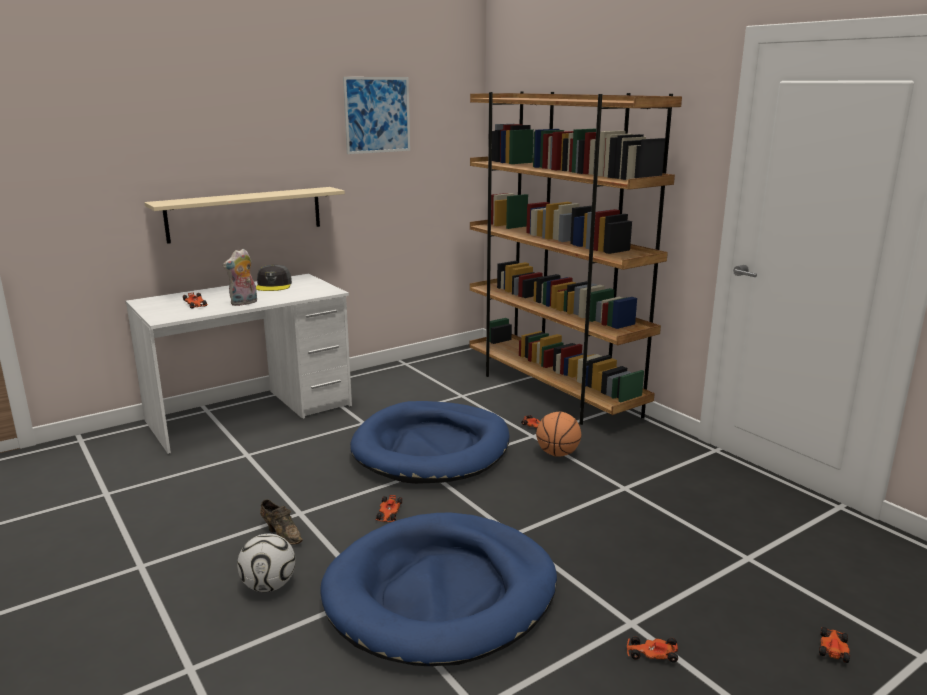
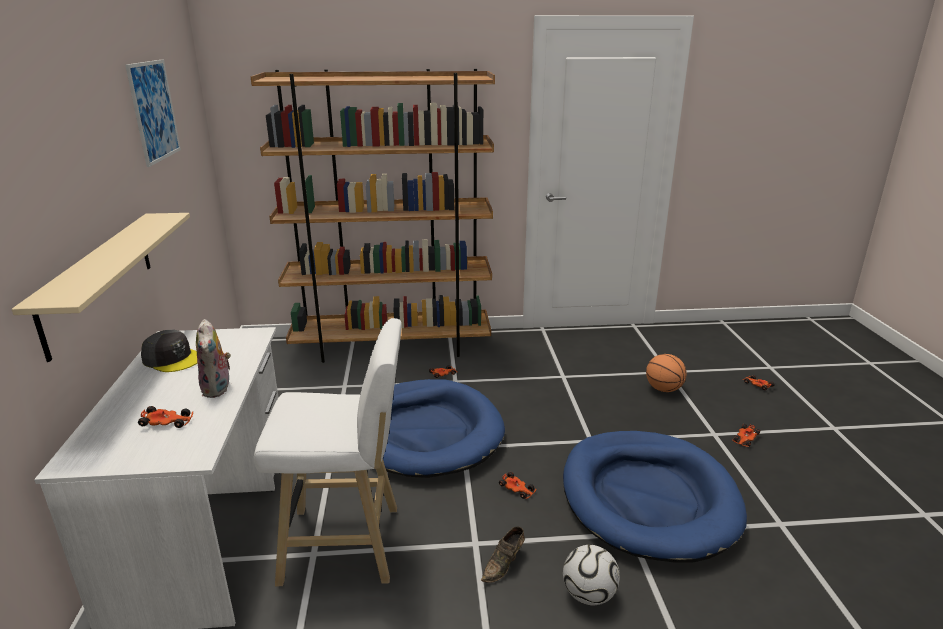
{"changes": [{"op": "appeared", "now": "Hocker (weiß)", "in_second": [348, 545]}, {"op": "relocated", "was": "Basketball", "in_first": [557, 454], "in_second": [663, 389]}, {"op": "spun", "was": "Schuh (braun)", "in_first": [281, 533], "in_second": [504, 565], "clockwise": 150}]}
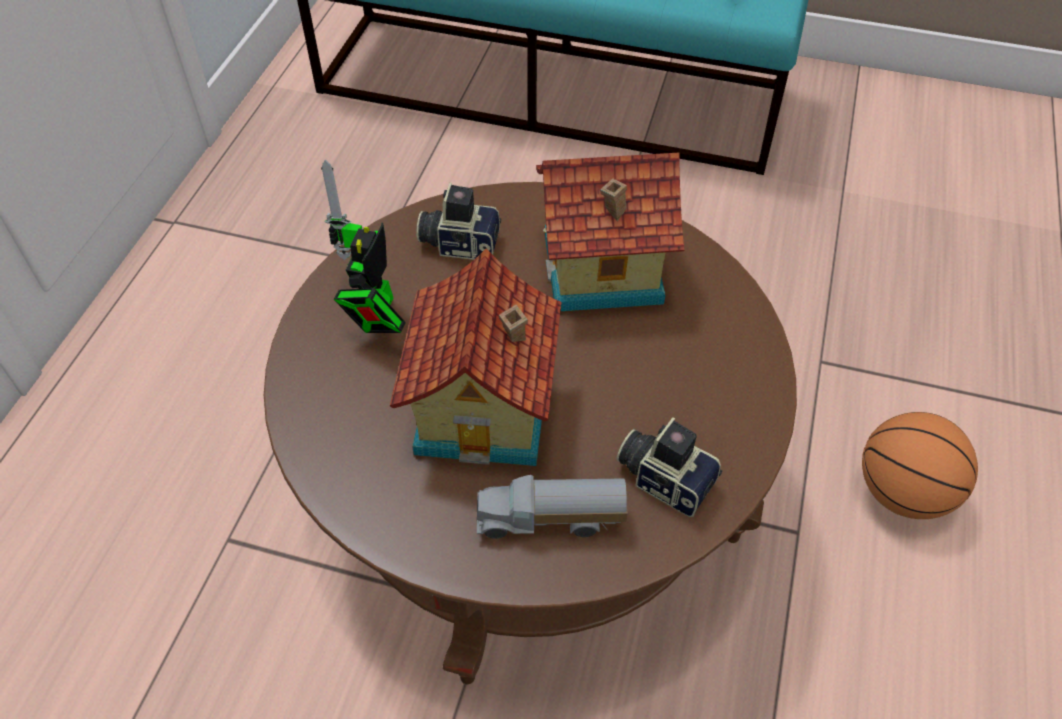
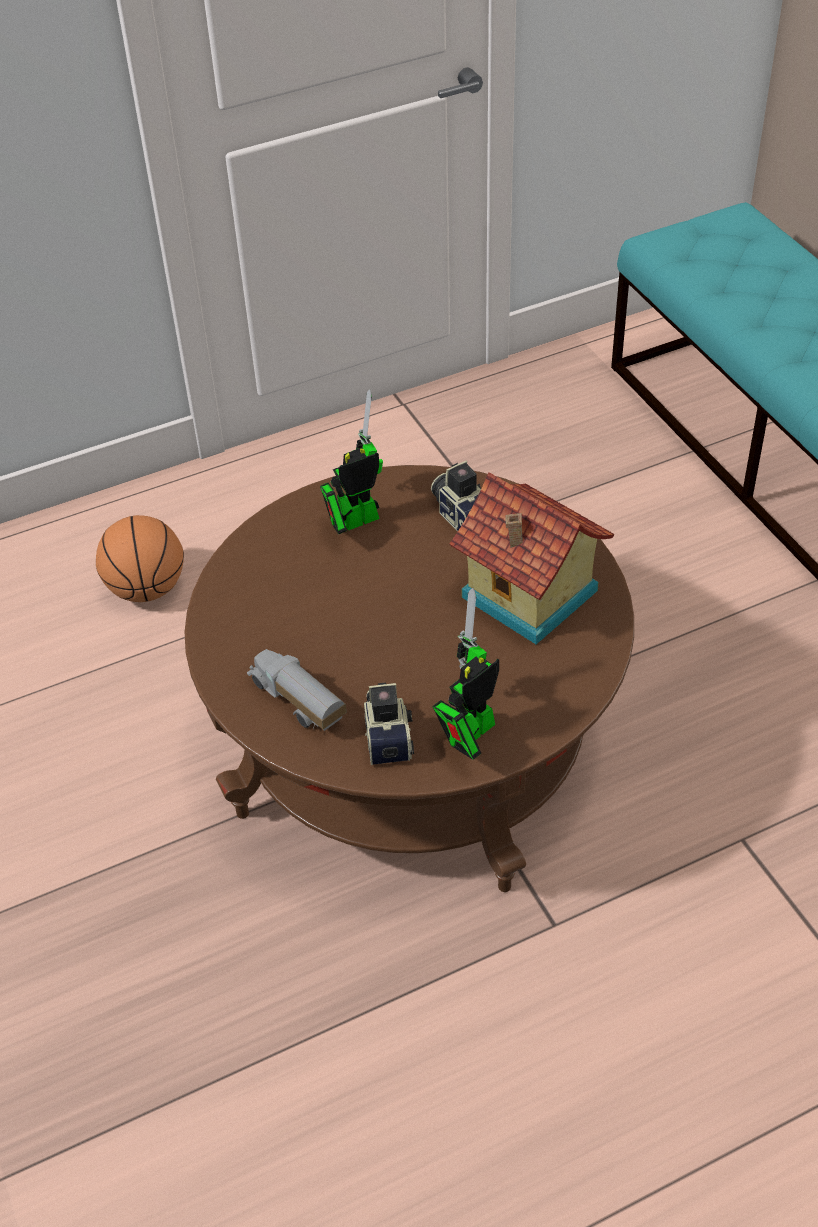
{"changes": [{"op": "missing", "was": "Spielzeughaus", "in_first": [487, 409]}, {"op": "appeared", "now": "Spielzeugroboter", "in_second": [469, 734]}, {"op": "relocated", "was": "Basketball", "in_first": [902, 492], "in_second": [146, 589]}]}
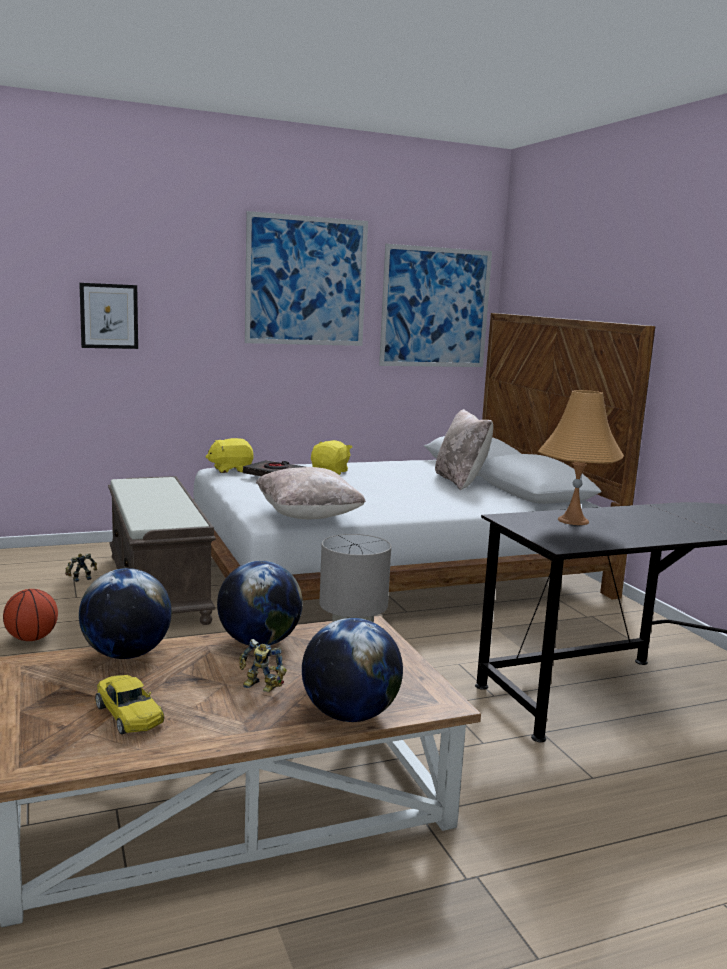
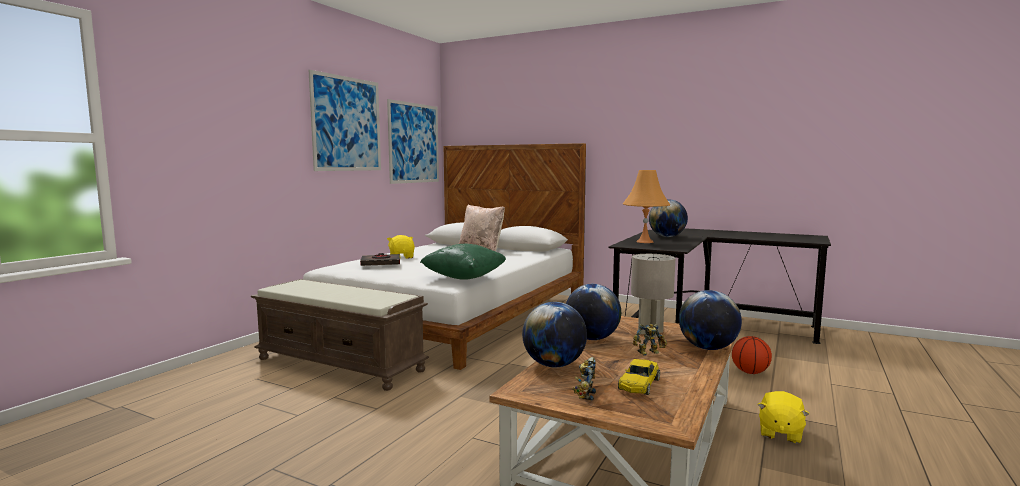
{"changes": [{"op": "missing", "was": "Bild", "in_first": [109, 316]}, {"op": "appeared", "now": "Globus", "in_second": [667, 237]}, {"op": "relocated", "was": "Basketball", "in_first": [31, 639], "in_second": [750, 372]}, {"op": "relocated", "was": "Spielzeugroboter", "in_first": [81, 578], "in_second": [585, 395]}, {"op": "relocated", "was": "Plüschtier (gelb)", "in_first": [230, 470], "in_second": [780, 433]}, {"op": "colour", "was": "Kissen (beige)", "now": "Kissen (grün)", "in_first": [308, 516], "in_second": [464, 277]}, {"op": "spun", "was": "Spielzeugauto (gelb)", "in_first": [129, 714], "in_second": [639, 384], "clockwise": 105}]}
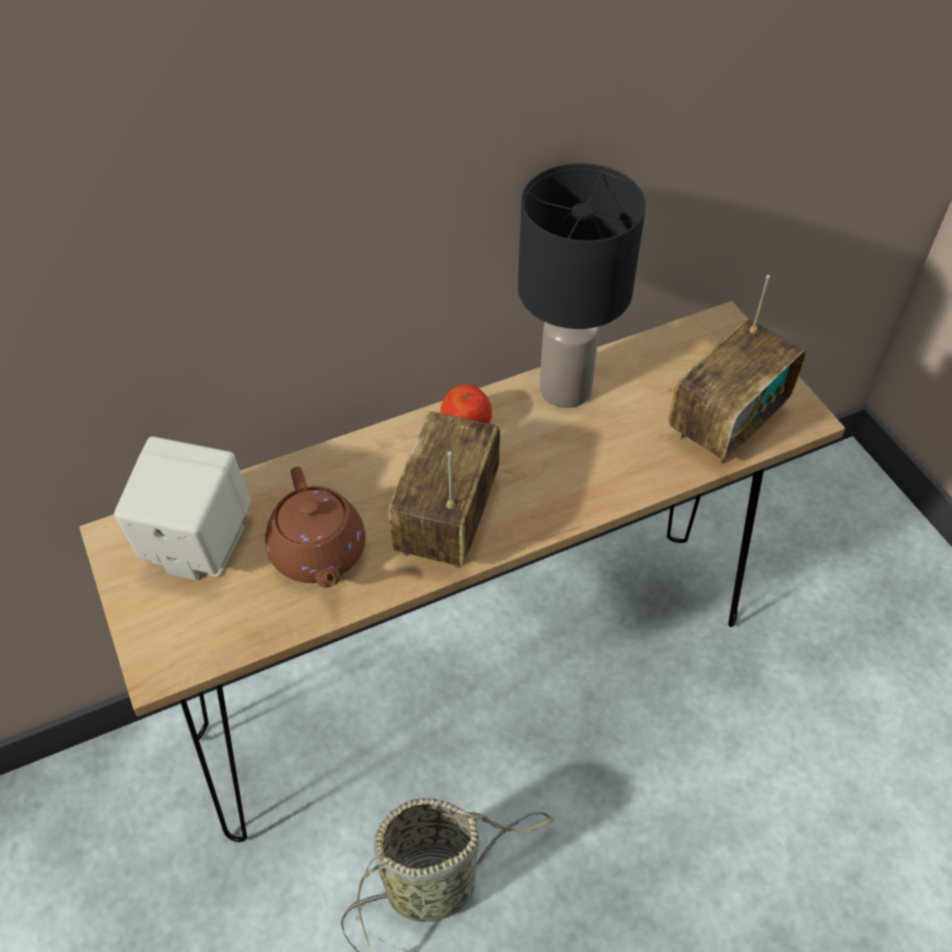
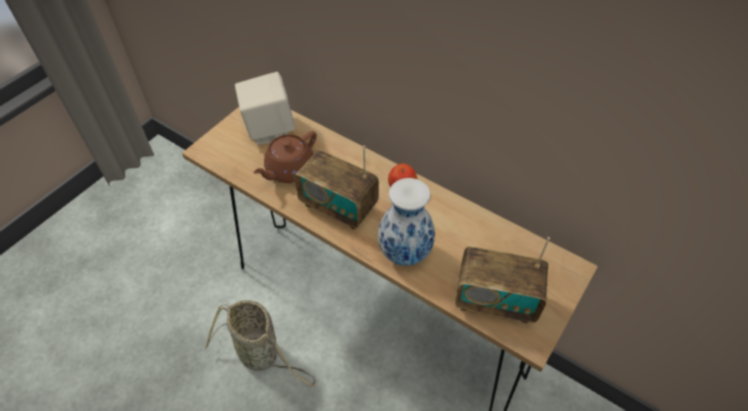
{"changes": [{"op": "missing", "was": "Tischlampe (schwarz)", "in_first": [567, 388]}, {"op": "appeared", "now": "Vase", "in_second": [404, 254]}, {"op": "spun", "was": "Radio", "in_first": [447, 520], "in_second": [338, 206], "clockwise": -135}]}
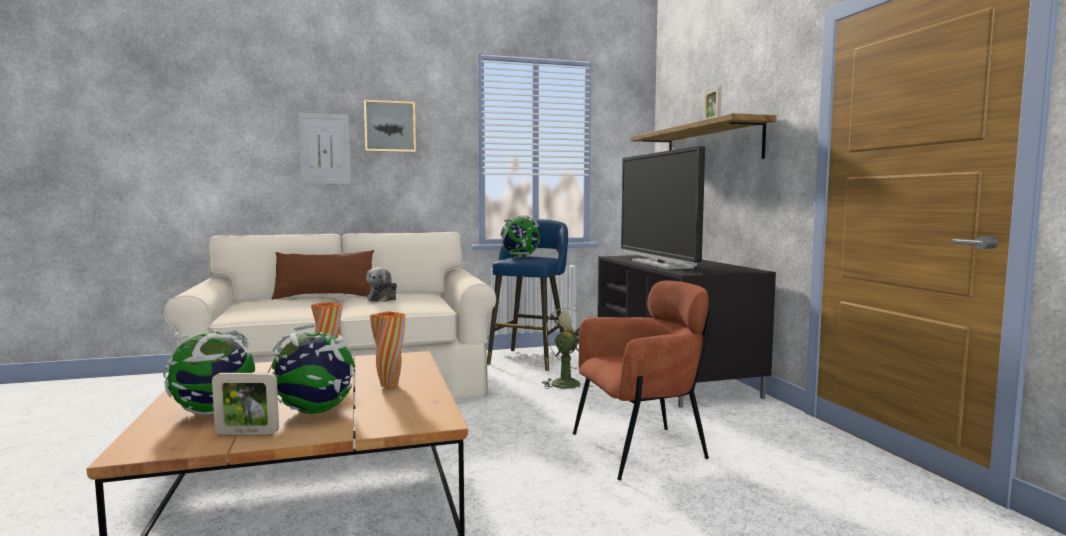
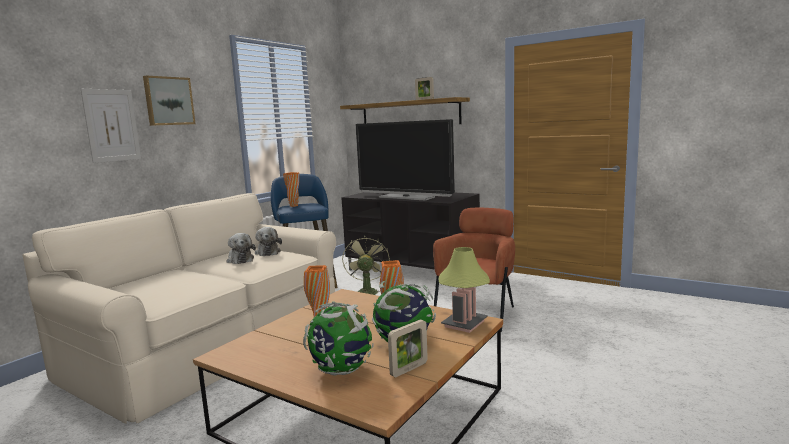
{"changes": [{"op": "missing", "was": "Kissen (braun)", "in_first": [325, 297]}, {"op": "appeared", "now": "Plüschtier", "in_second": [268, 252]}, {"op": "appeared", "now": "Tischlampe", "in_second": [464, 324]}, {"op": "exchanged", "was": "Globus", "now": "Vase (orange)", "in_first": [519, 257], "in_second": [294, 206]}]}
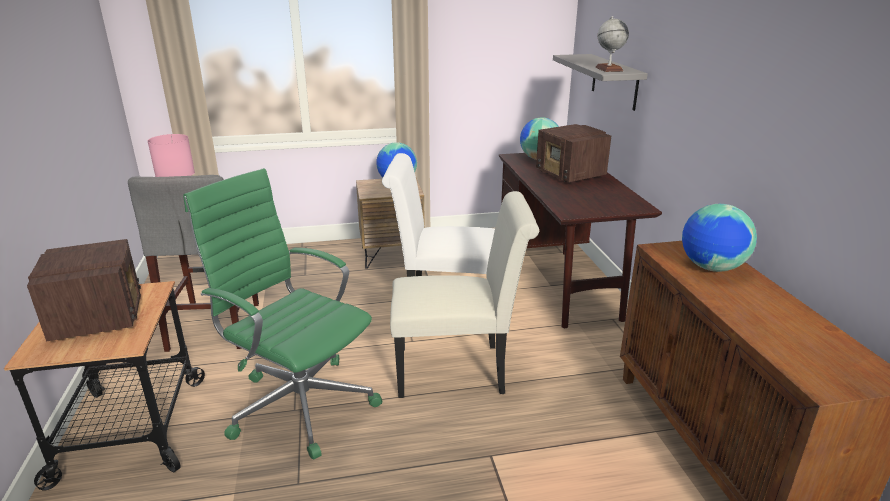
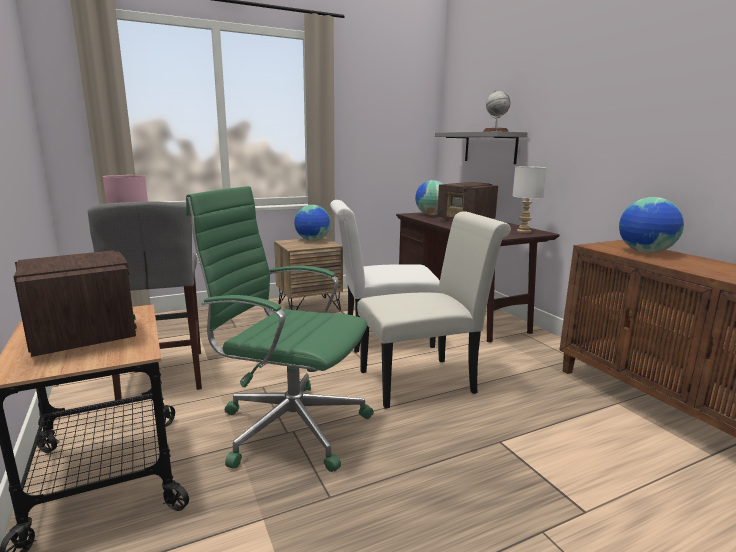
{"changes": [{"op": "appeared", "now": "Tischlampe (weiß)", "in_second": [524, 231]}]}
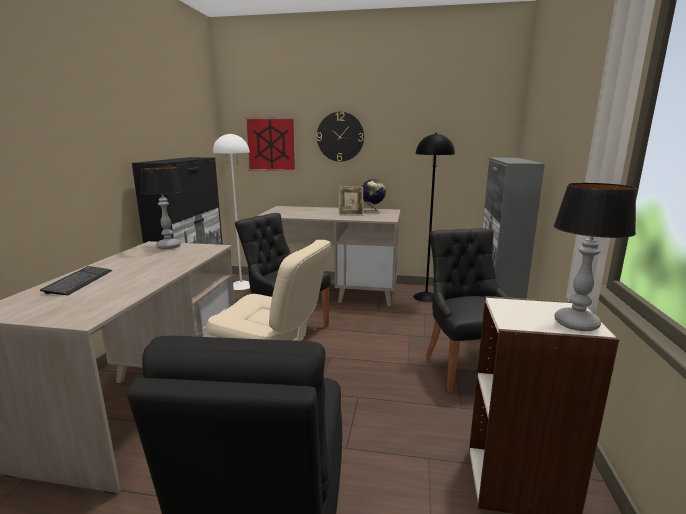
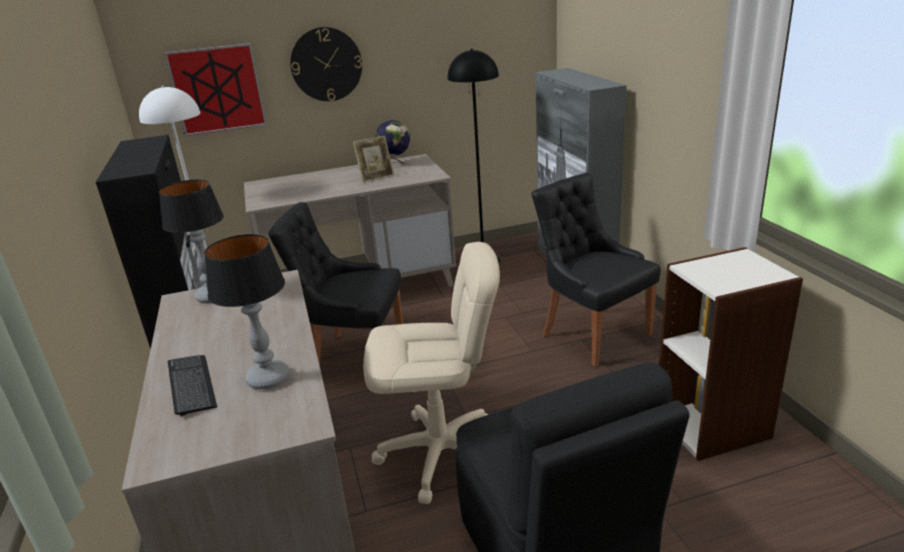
{"changes": [{"op": "relocated", "was": "Tischlampe", "in_first": [577, 324], "in_second": [269, 379]}]}
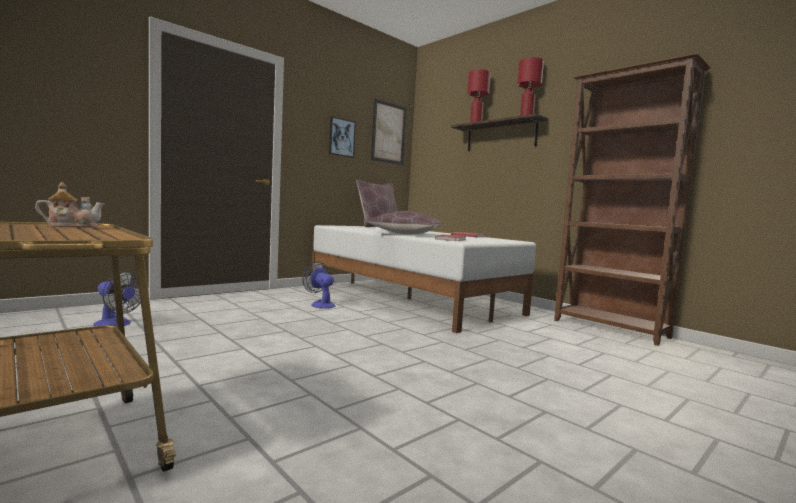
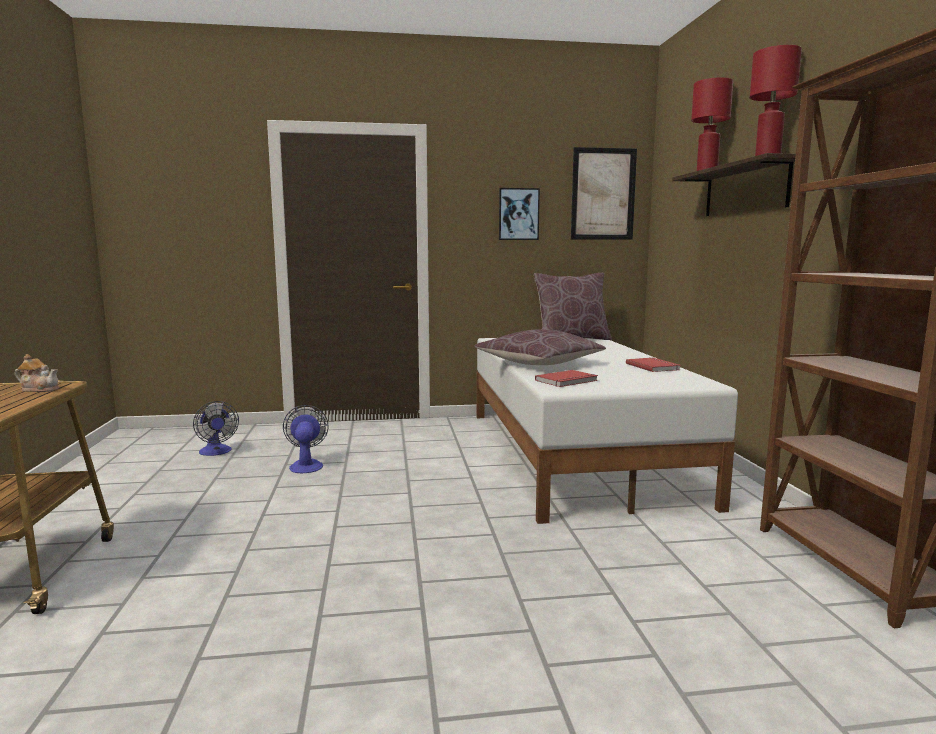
{"changes": [{"op": "relocated", "was": "Ventilator", "in_first": [320, 304], "in_second": [306, 465]}]}
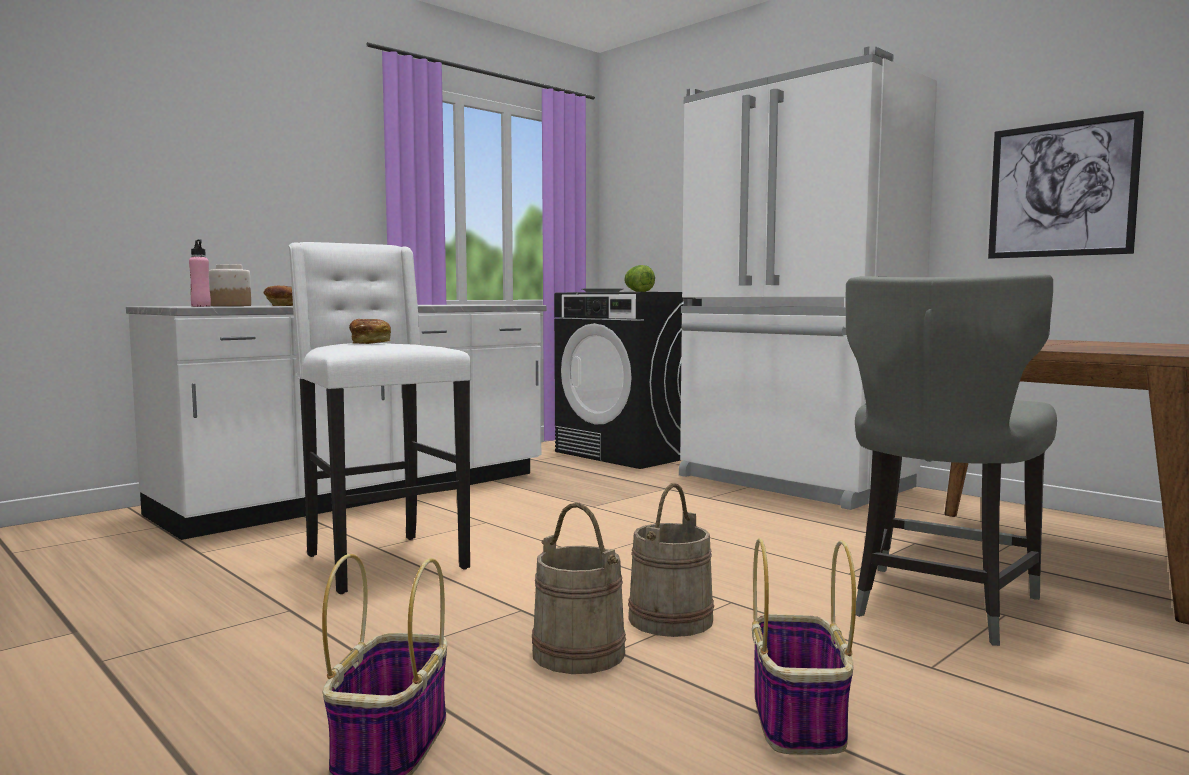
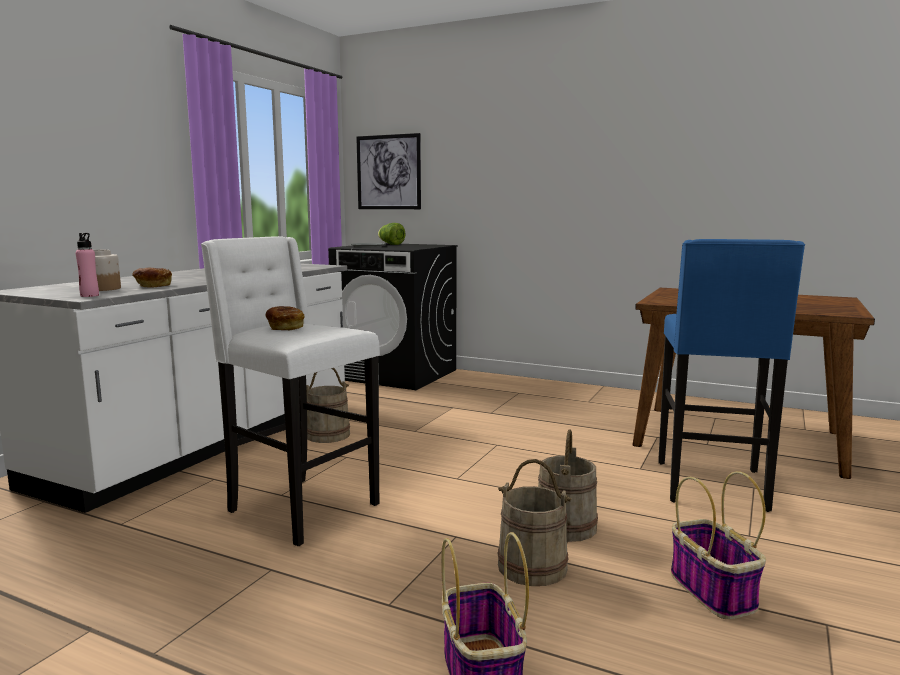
{"changes": [{"op": "missing", "was": "Kühlschrank (weiß)", "in_first": [792, 483]}, {"op": "appeared", "now": "Eimer (beige)", "in_second": [327, 435]}, {"op": "relocated", "was": "Bild", "in_first": [1061, 189], "in_second": [388, 172]}, {"op": "exchanged", "was": "Stuhl (grau)", "now": "Hocker (blau)", "in_first": [938, 606], "in_second": [713, 487]}]}
